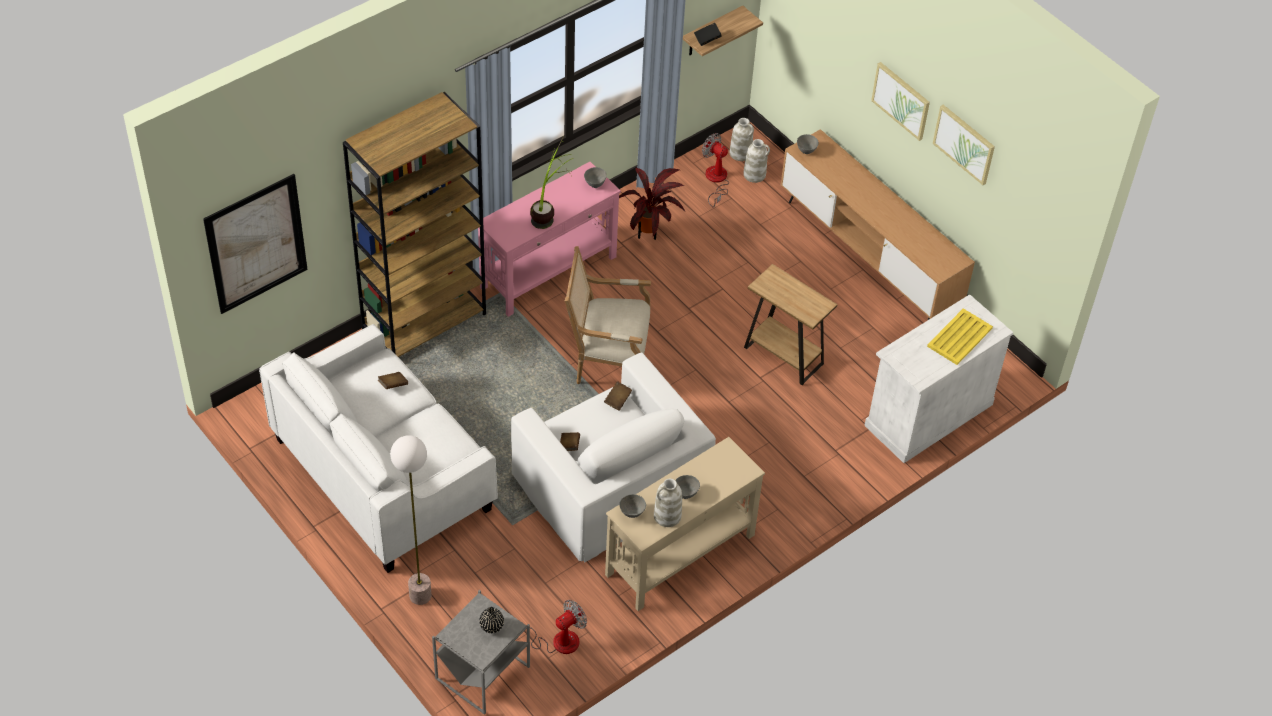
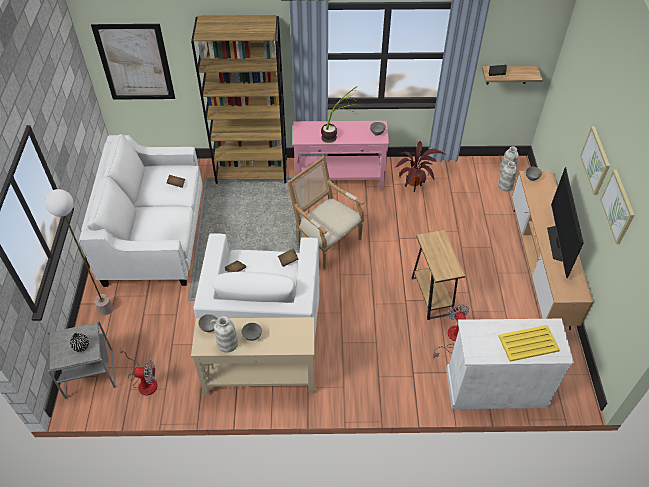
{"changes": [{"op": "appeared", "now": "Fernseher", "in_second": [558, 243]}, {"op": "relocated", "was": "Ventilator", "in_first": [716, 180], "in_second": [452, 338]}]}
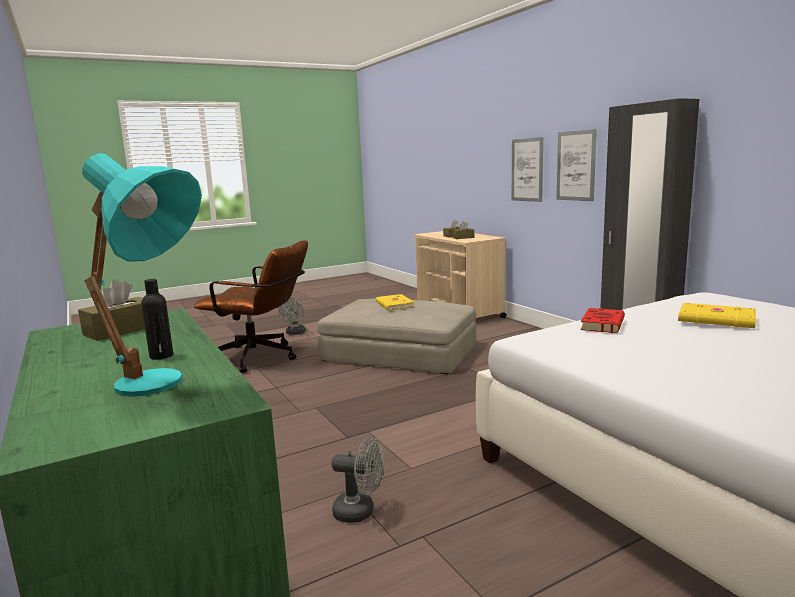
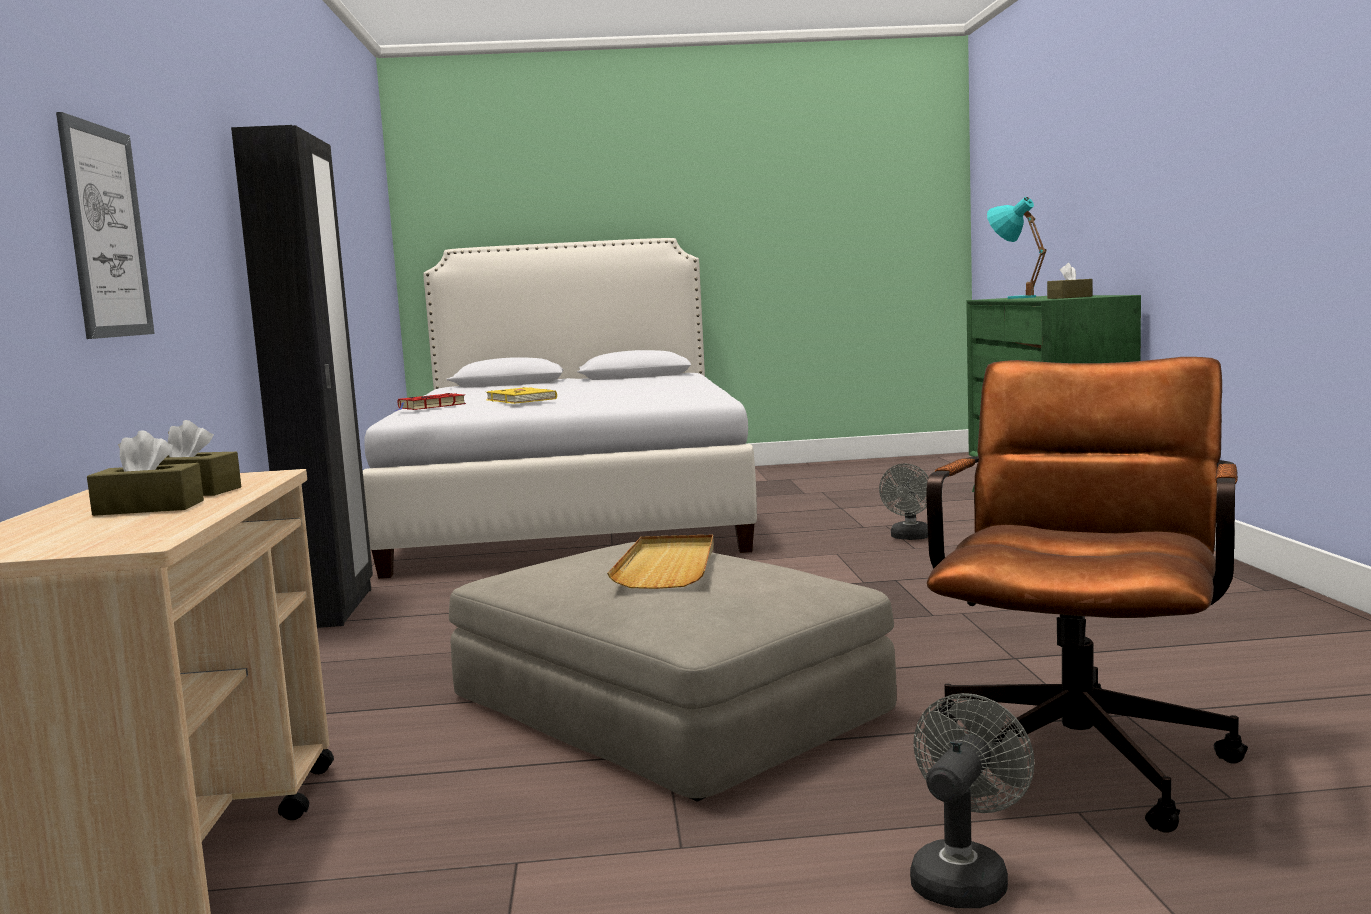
{"changes": [{"op": "missing", "was": "Flasche (schwarz)", "in_first": [161, 356]}, {"op": "missing", "was": "Bild", "in_first": [576, 166]}, {"op": "relocated", "was": "Buch (rot)", "in_first": [602, 324], "in_second": [430, 406]}, {"op": "exchanged", "was": "Buch (gelb)", "now": "Tablett (beige)", "in_first": [394, 305], "in_second": [668, 566]}, {"op": "spun", "was": "Bürostuhl (braun)", "in_first": [261, 358], "in_second": [1081, 750], "clockwise": 75}, {"op": "spun", "was": "Ventilator (grau)", "in_first": [360, 512], "in_second": [909, 538], "clockwise": -105}]}
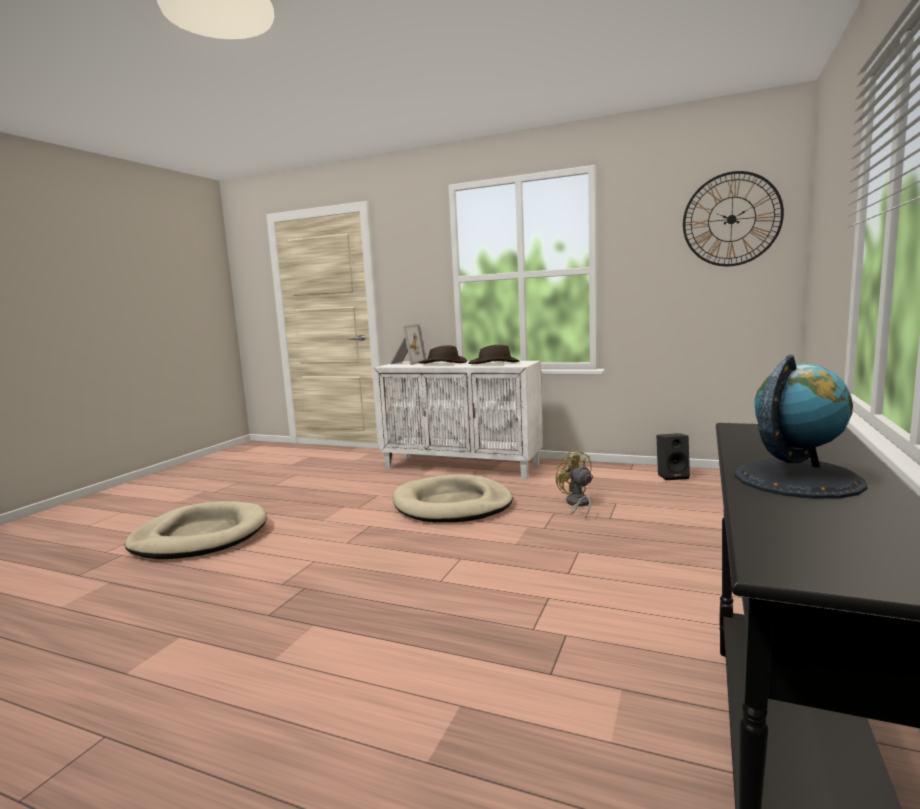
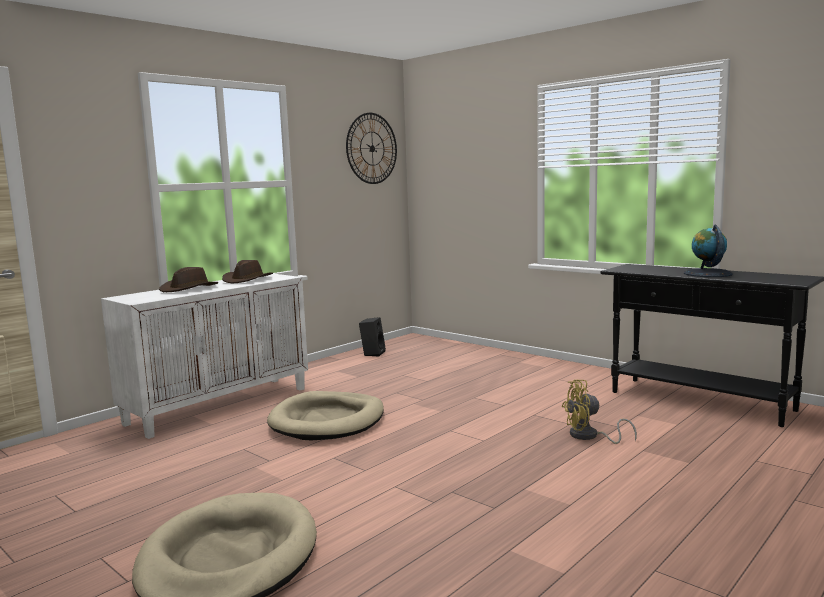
{"changes": [{"op": "missing", "was": "Bilderrahmen", "in_first": [406, 363]}, {"op": "relocated", "was": "Ventilator (gelb)", "in_first": [577, 504], "in_second": [589, 436]}]}
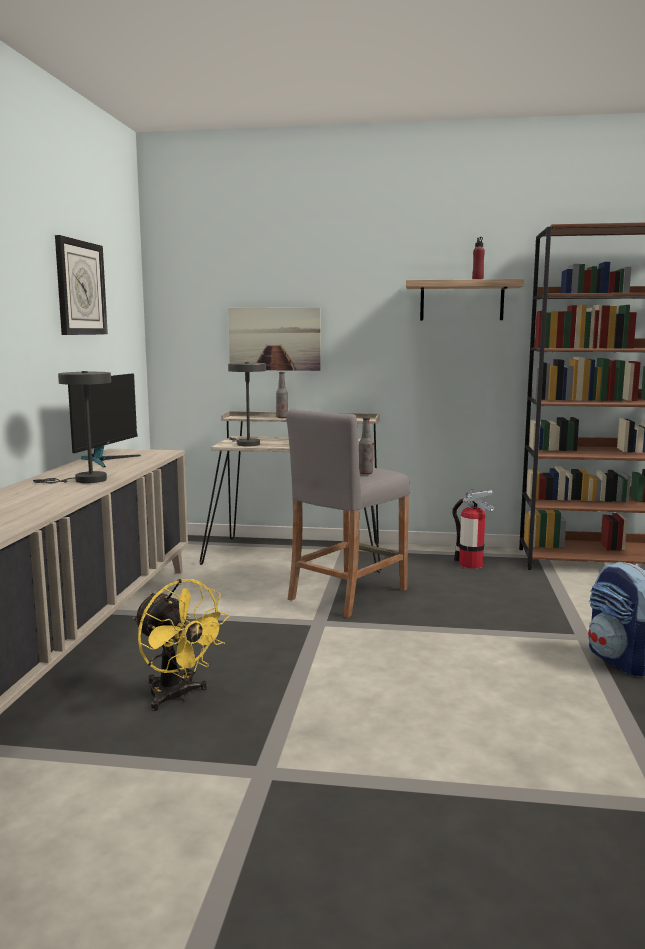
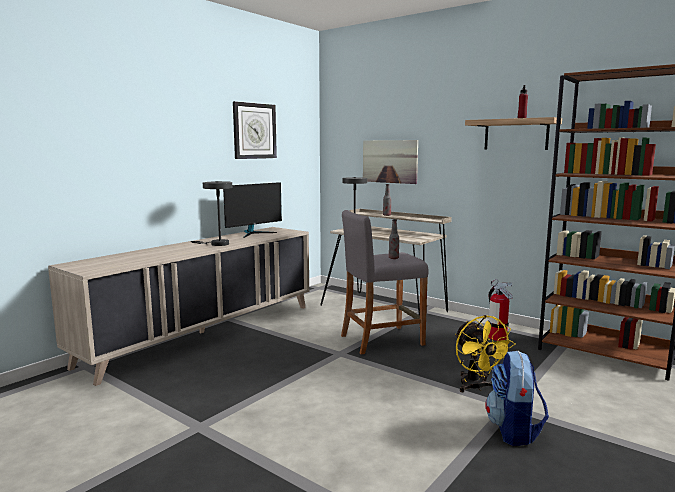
{"changes": [{"op": "relocated", "was": "Ventilator (gelb)", "in_first": [177, 697], "in_second": [476, 387]}]}
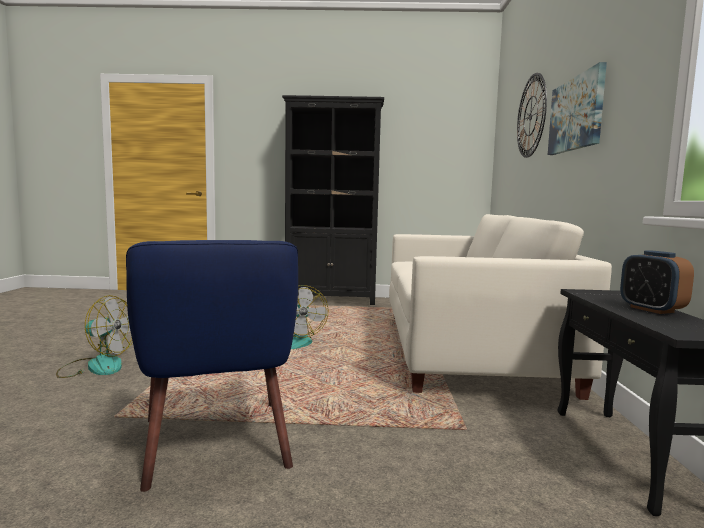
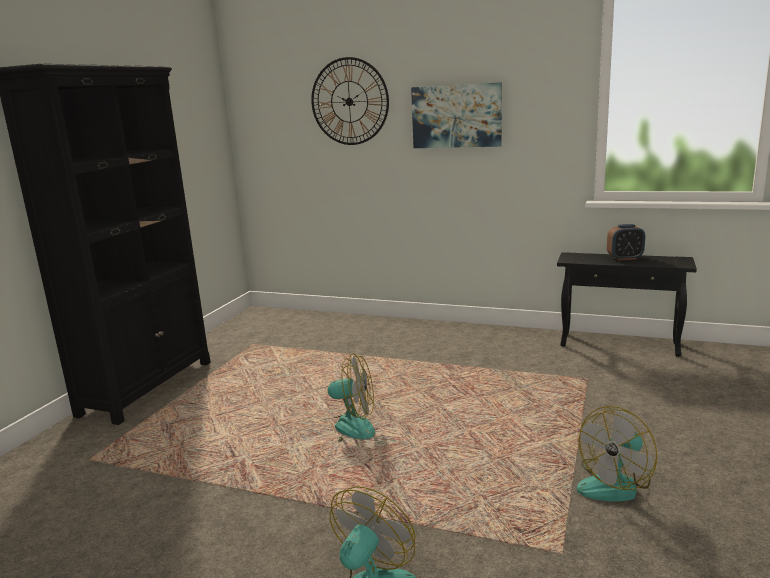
{"changes": [{"op": "missing", "was": "Sofa (weiß)", "in_first": [467, 349]}, {"op": "exchanged", "was": "Sessel (blau)", "now": "Ventilator", "in_first": [217, 442], "in_second": [615, 484]}]}
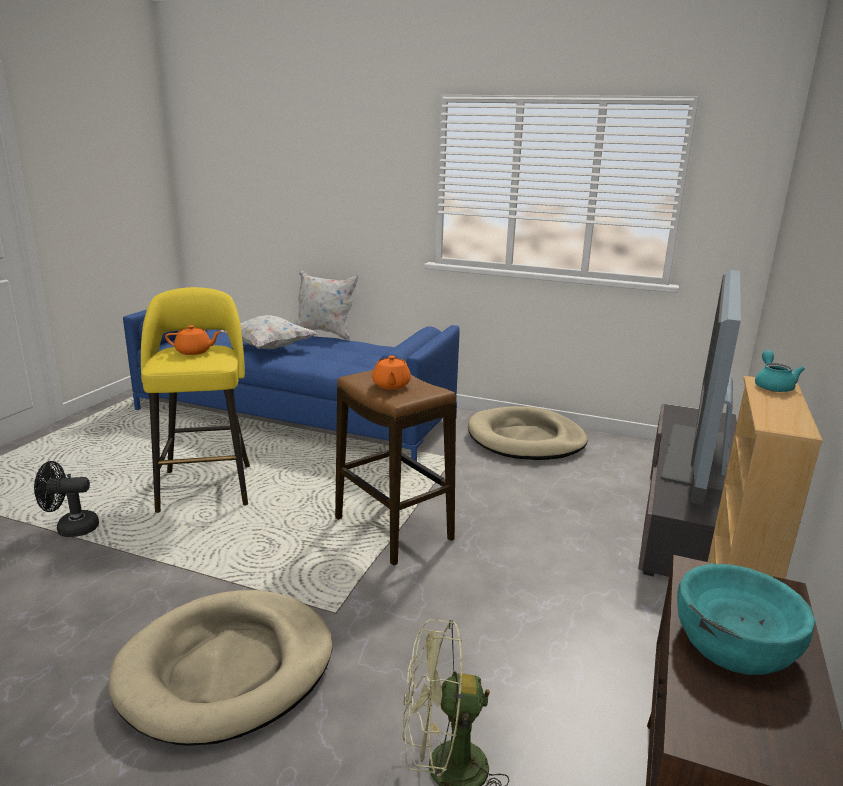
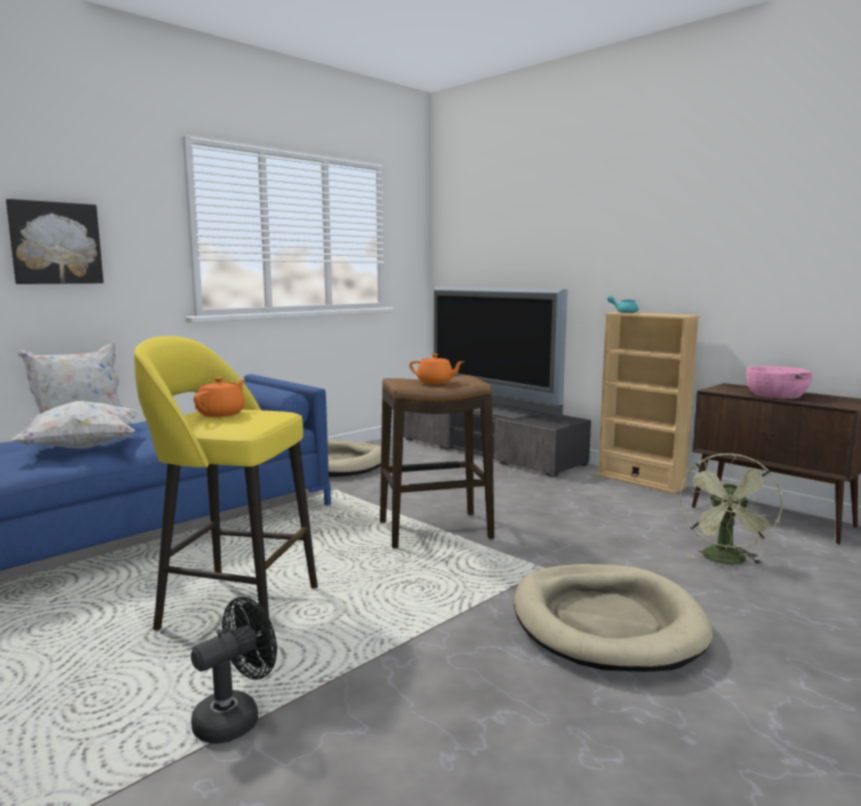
{"changes": [{"op": "appeared", "now": "Bild", "in_second": [55, 243]}, {"op": "colour", "was": "Schüssel (türkis)", "now": "Schüssel (rosa)", "in_first": [735, 643], "in_second": [776, 394]}, {"op": "spun", "was": "Ventilator (schwarz)", "in_first": [71, 528], "in_second": [236, 717], "clockwise": -150}]}
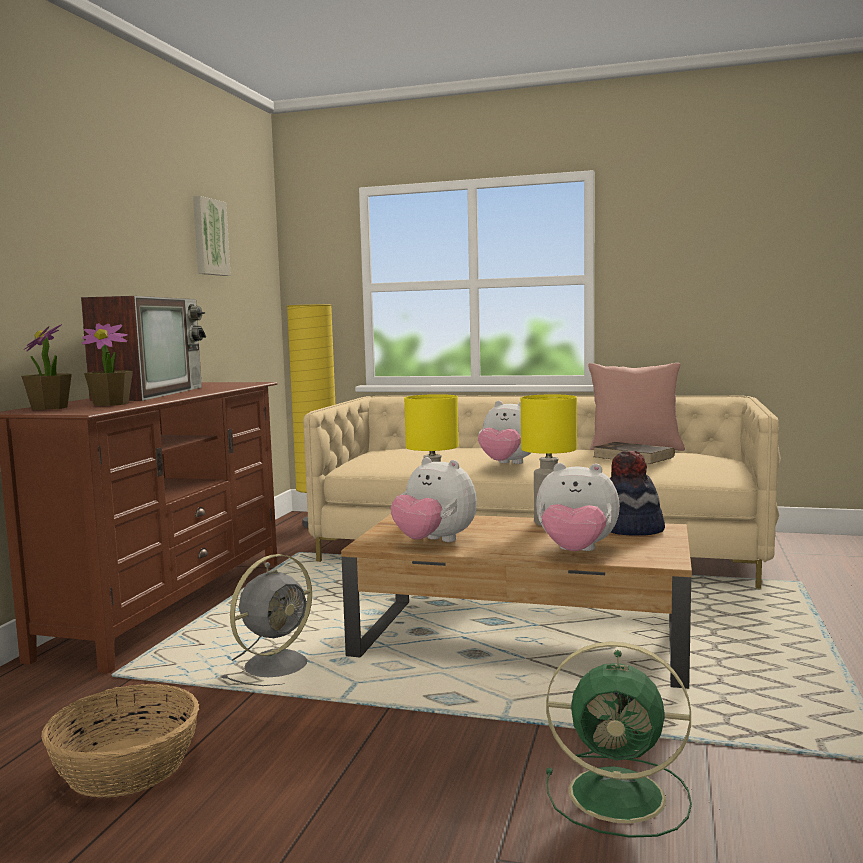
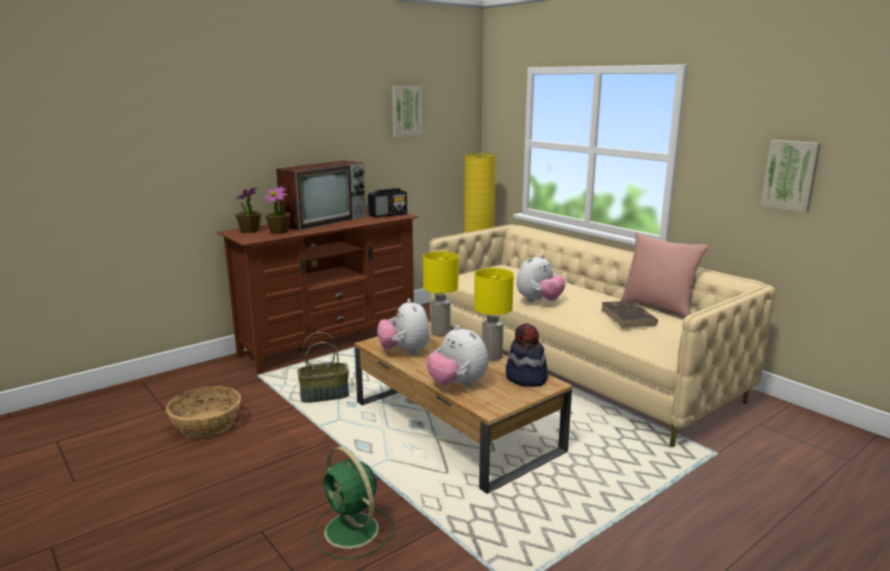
{"changes": [{"op": "appeared", "now": "Radio", "in_second": [388, 215]}, {"op": "appeared", "now": "Bild", "in_second": [791, 175]}, {"op": "exchanged", "was": "Ventilator (grau)", "now": "Korb", "in_first": [278, 664], "in_second": [325, 395]}, {"op": "spun", "was": "Plüschtier", "in_first": [507, 464], "in_second": [539, 301], "clockwise": -105}]}
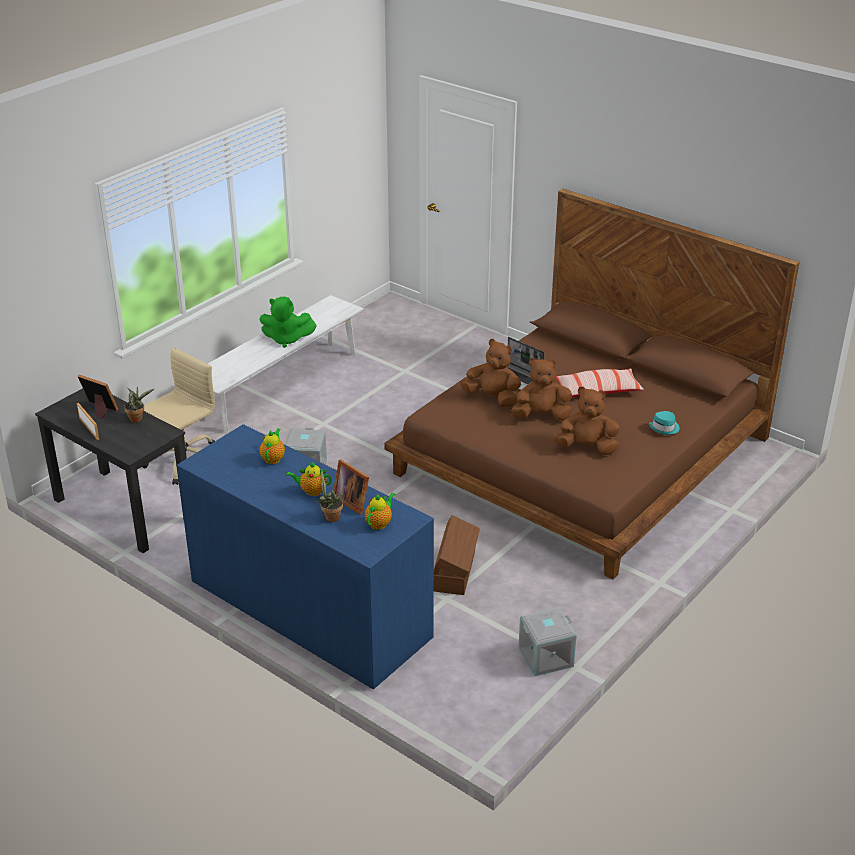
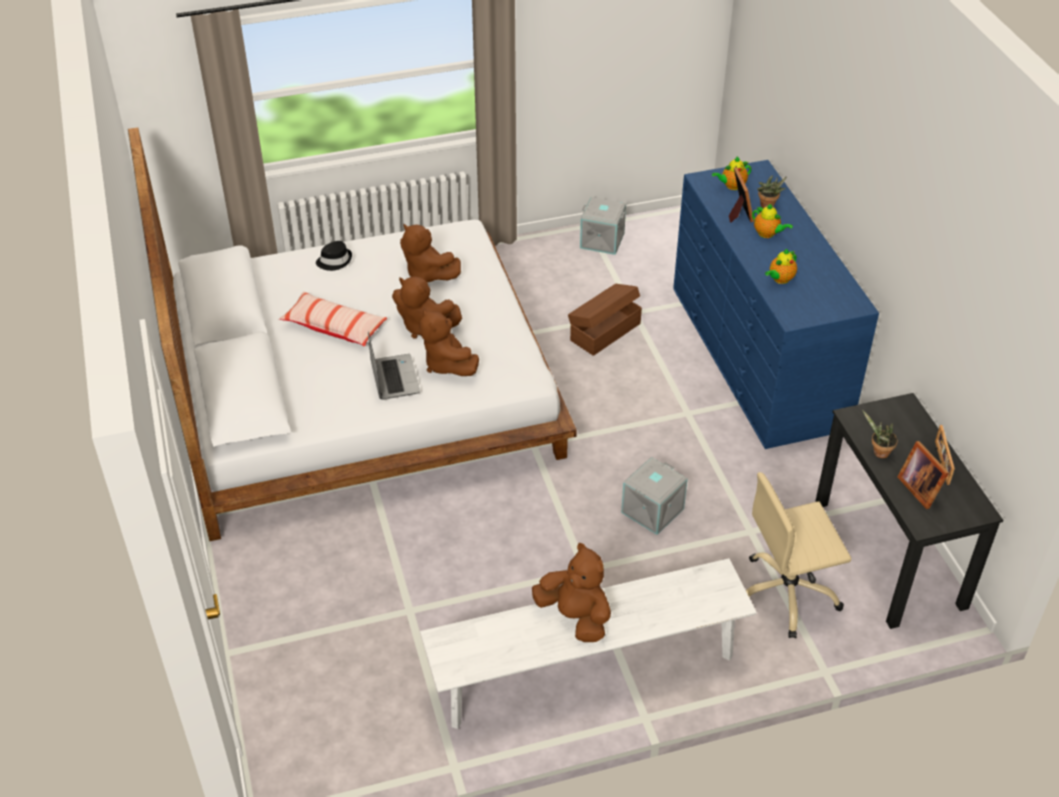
{"changes": [{"op": "colour", "was": "Plüschtier (grün)", "now": "Plüschtier (braun)", "in_first": [287, 339], "in_second": [575, 617]}, {"op": "colour", "was": "Bett (braun)", "now": "Bett (weiß)", "in_first": [580, 455], "in_second": [363, 387]}, {"op": "colour", "was": "Hut (türkis)", "now": "Hut (schwarz)", "in_first": [664, 428], "in_second": [334, 260]}]}
